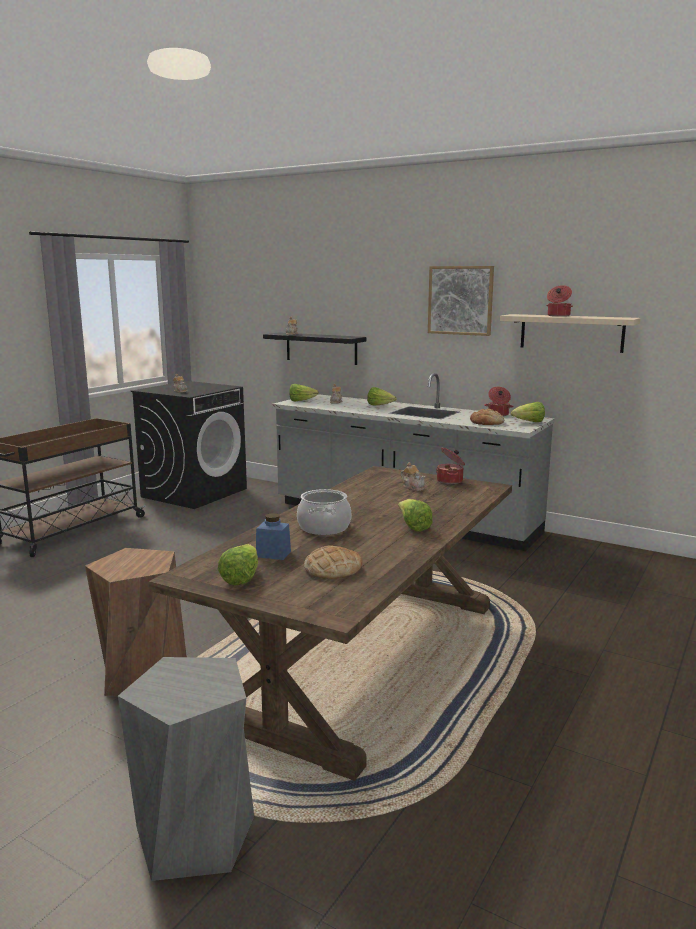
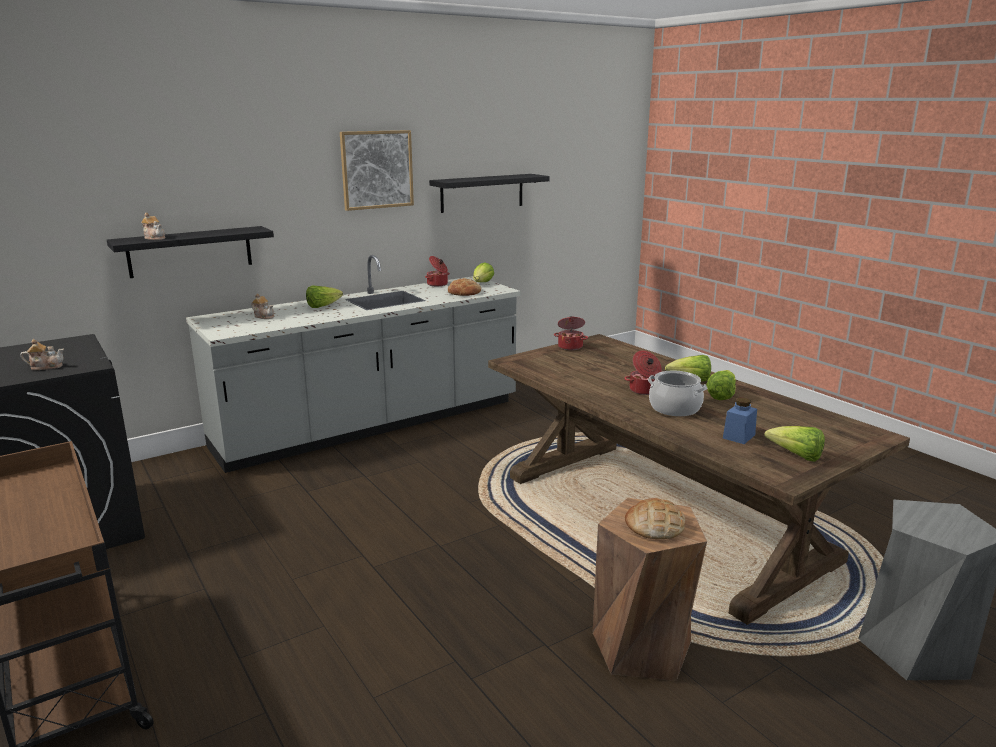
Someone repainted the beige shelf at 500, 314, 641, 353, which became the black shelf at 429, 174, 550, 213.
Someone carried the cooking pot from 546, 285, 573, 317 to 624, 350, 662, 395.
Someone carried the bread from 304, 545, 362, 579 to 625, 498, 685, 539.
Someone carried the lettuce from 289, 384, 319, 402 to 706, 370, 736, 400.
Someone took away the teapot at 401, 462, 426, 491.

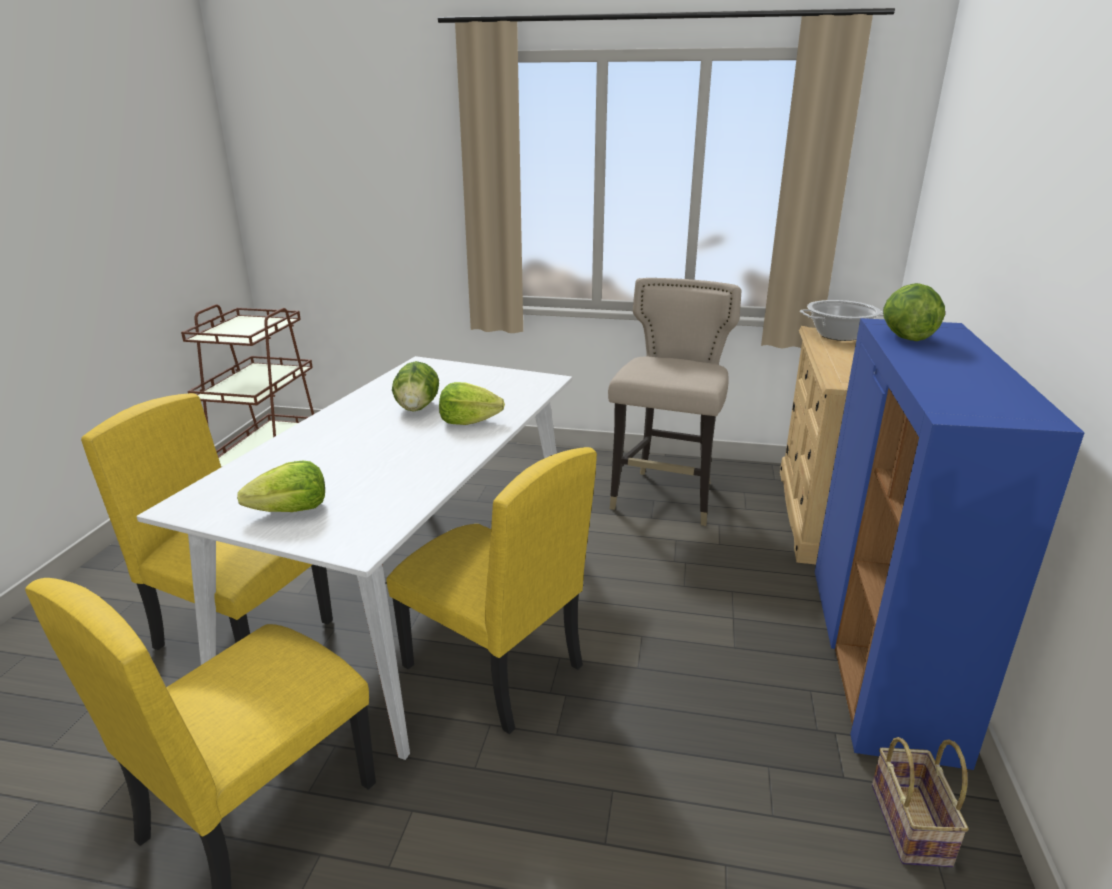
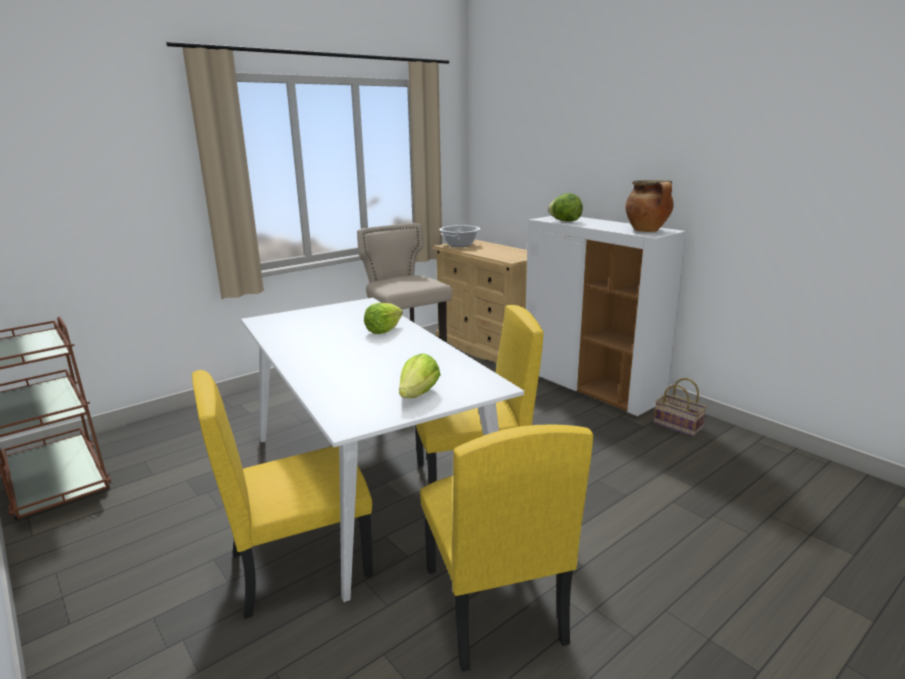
Someone repainted the blue cabinet at 815, 318, 1085, 770, which became the white cabinet at 526, 216, 686, 417.
Someone put down the cooking pot at 625, 180, 674, 232.
Someone took away the lettuce at 392, 361, 439, 411.

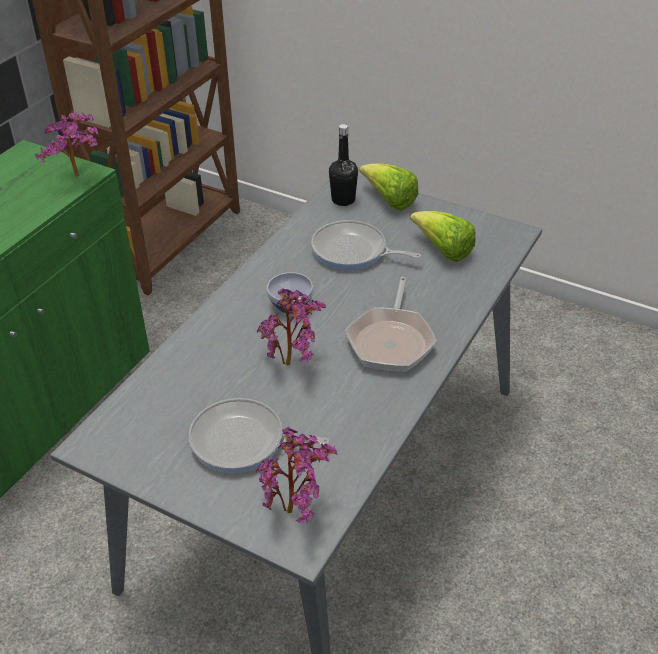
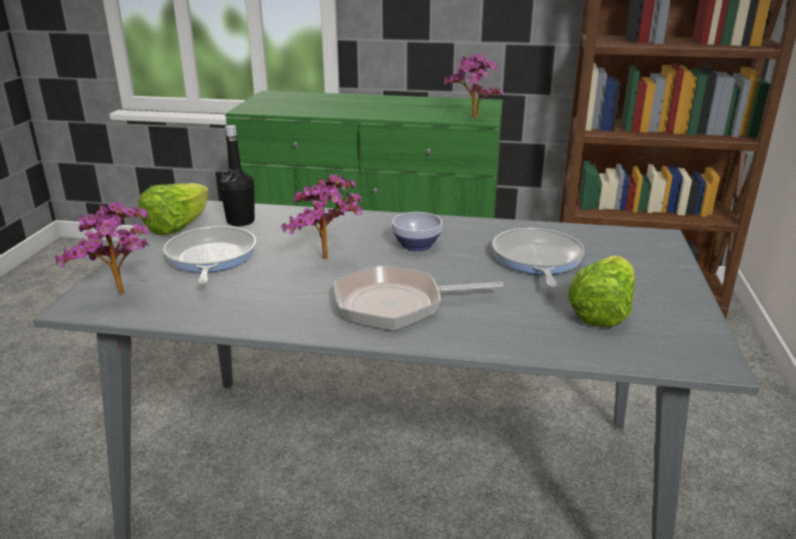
Someone carried the lettuce from 359, 163, 418, 211 to 138, 183, 209, 235.
Someone carried the black bottle from 329, 124, 358, 206 to 219, 125, 255, 226.

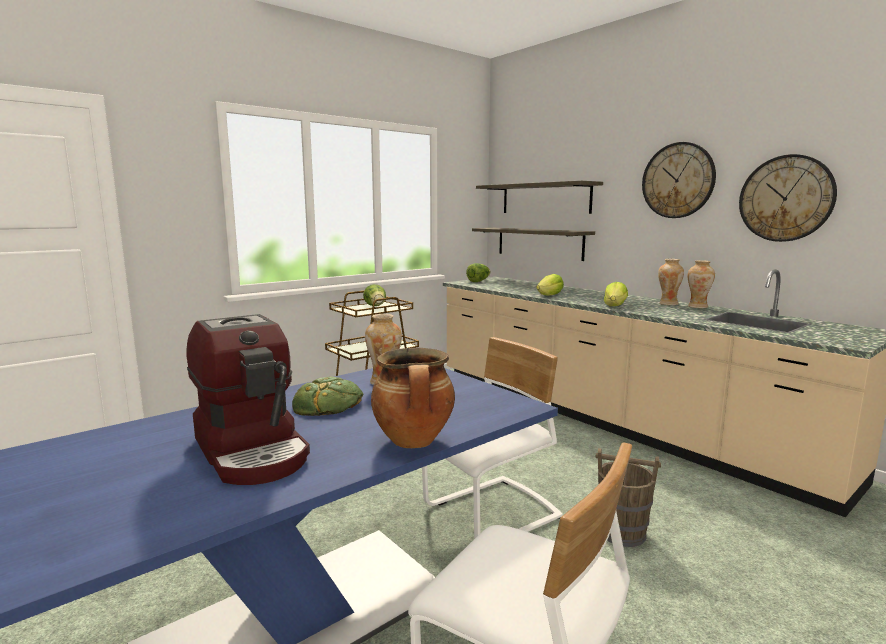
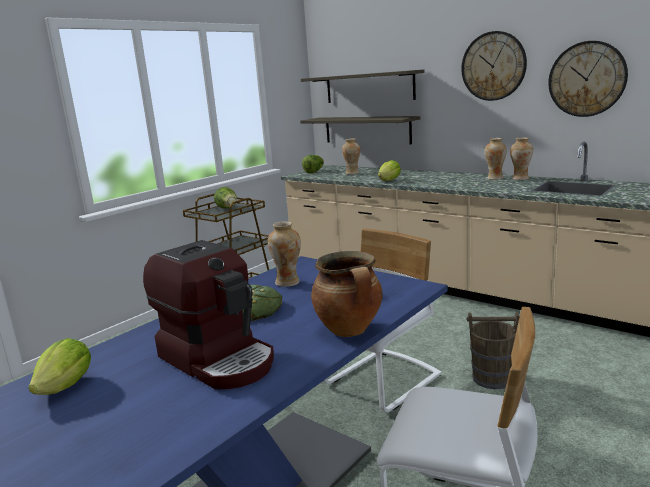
Someone carried the lettuce from 604, 282, 628, 306 to 28, 338, 91, 395.
Someone put down the vase at 342, 138, 360, 175.

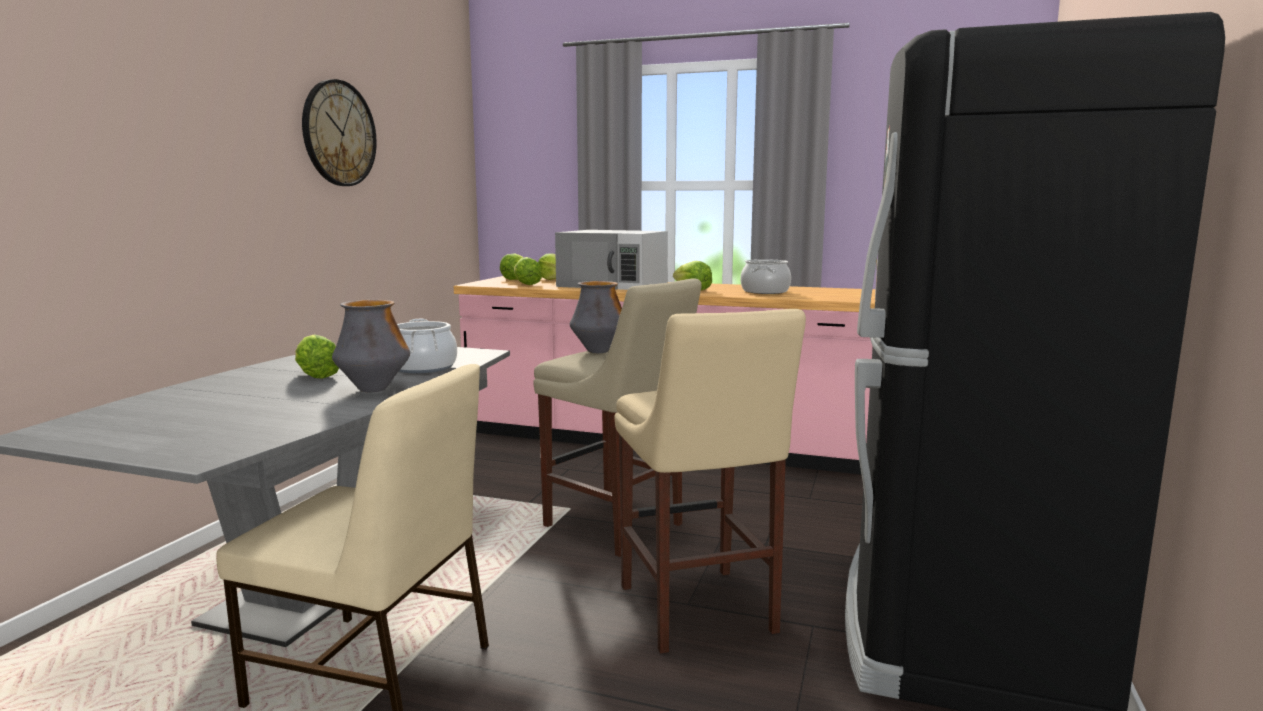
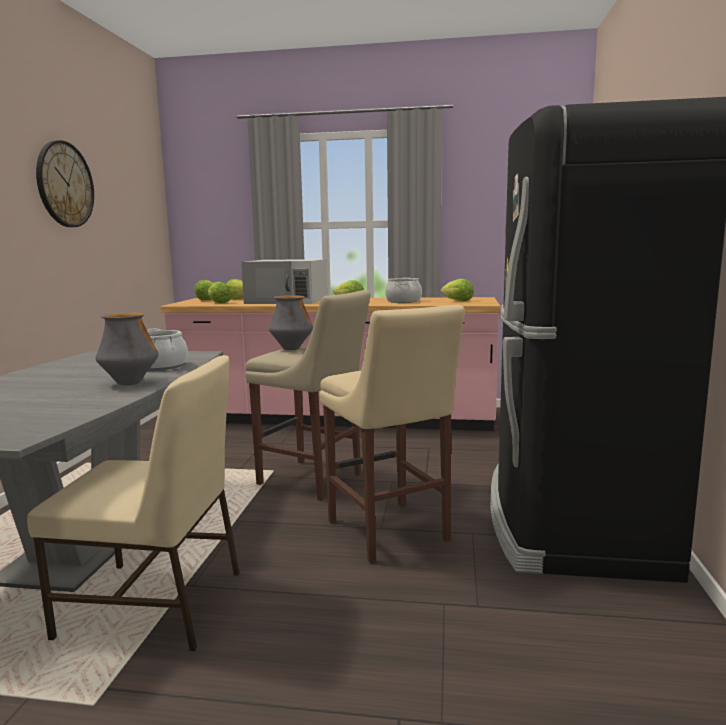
Someone carried the lettuce from 295, 334, 339, 379 to 441, 279, 474, 301.

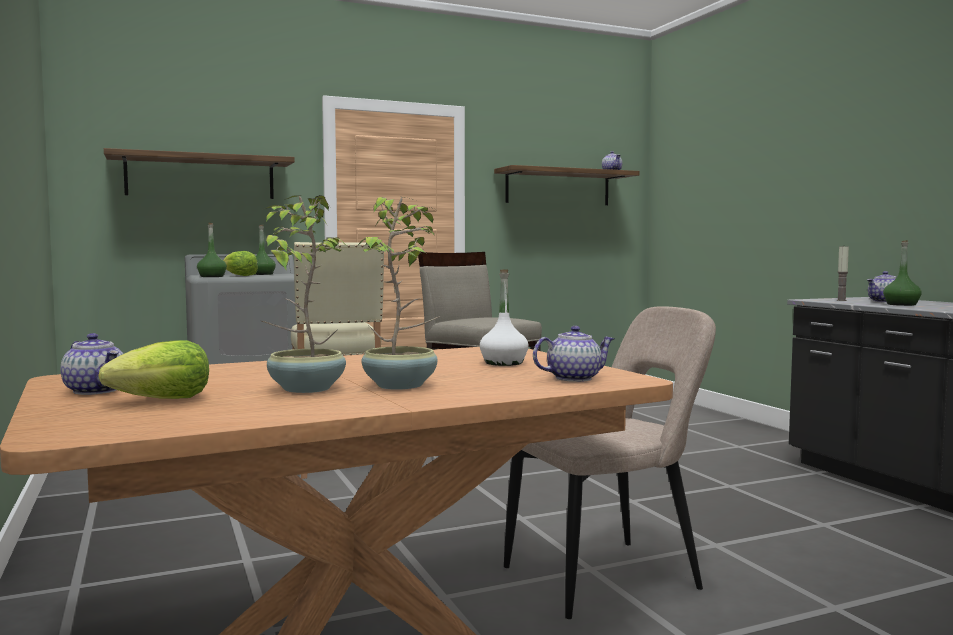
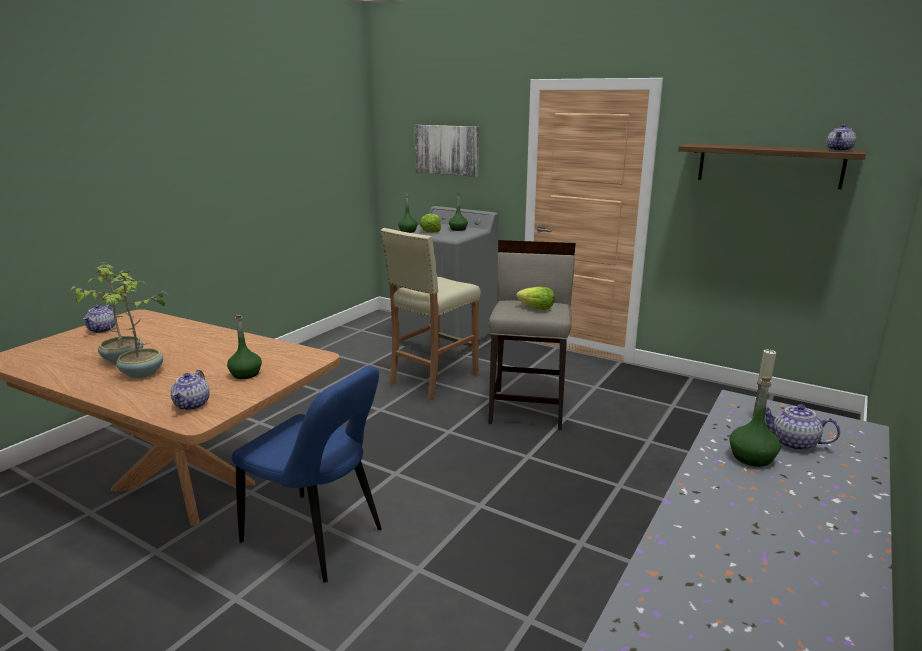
Someone rotated the teapot at 533, 326, 615, 382 by 60 degrees clockwise.
Someone repainted the white bottle at 480, 269, 529, 366, which became the green bottle at 227, 315, 262, 379.
Someone repainted the beige chair at 504, 306, 716, 619, which became the blue chair at 232, 365, 382, 583.
Someone swapped the shelf at 104, 148, 295, 199 for the picture at 414, 125, 479, 177.
Someone carried the lettuce from 98, 340, 209, 399 to 516, 287, 555, 310.

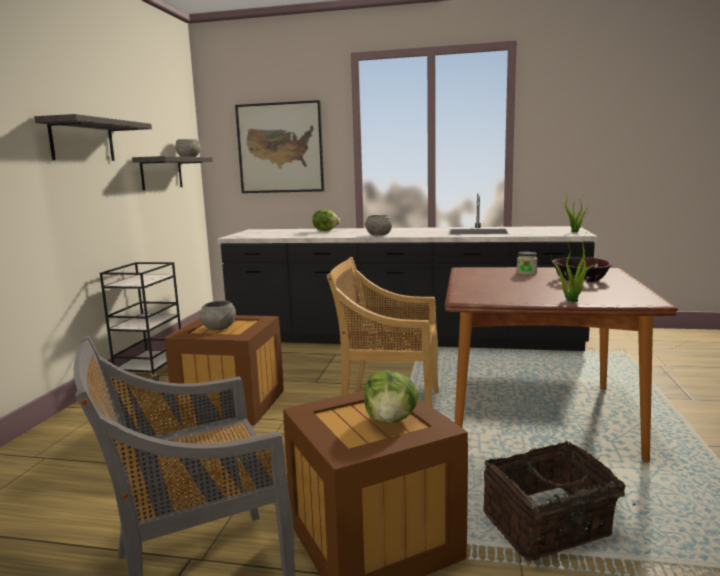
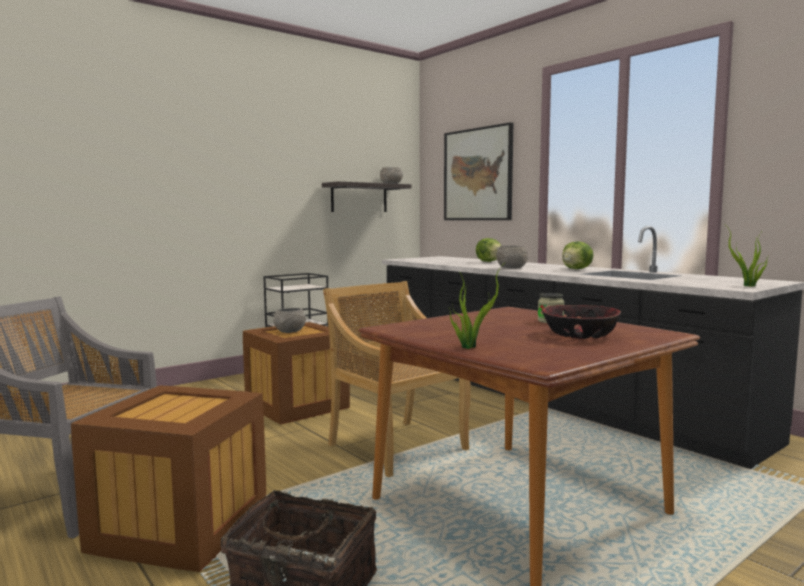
Someone carried the lettuce from 364, 370, 419, 424 to 562, 241, 594, 269.
Someone took away the shelf at 35, 114, 152, 161.

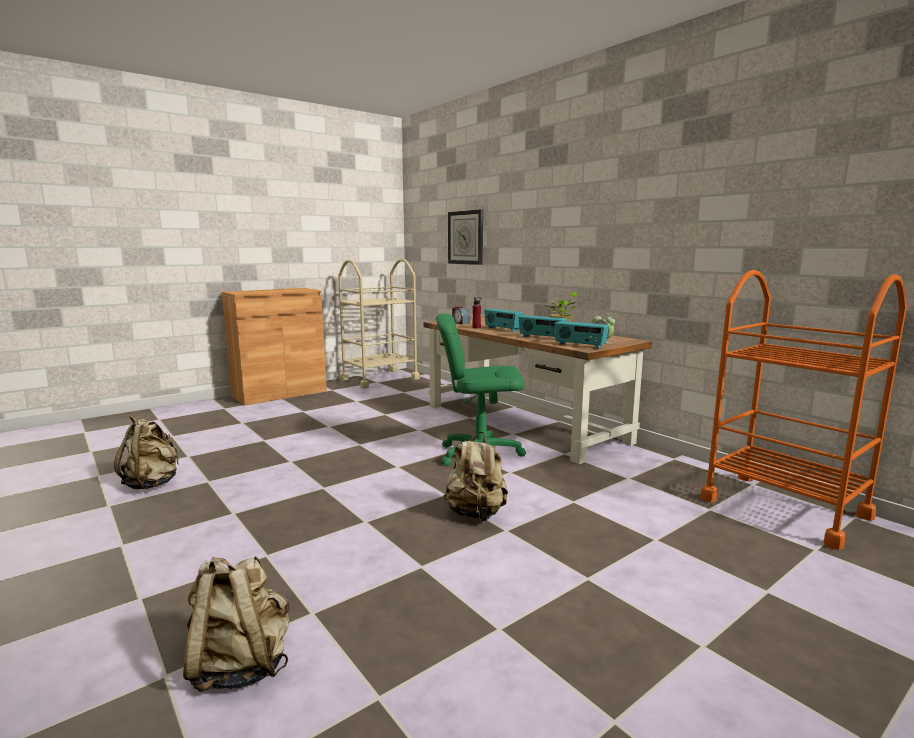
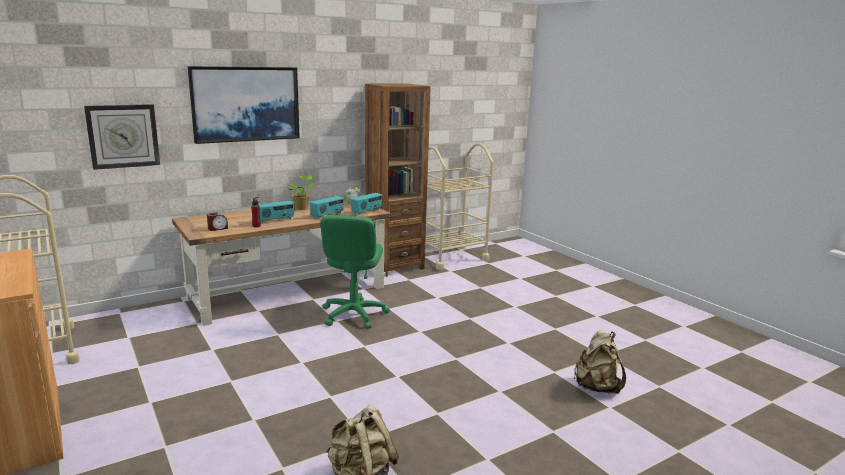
Someone put up the picture at 188, 66, 300, 144.
Someone put down the brown bookcase at 365, 83, 431, 277.
Someone repainted the orange cart at 700, 270, 907, 550, which became the beige cart at 425, 143, 493, 270.
Someone took away the beige backpack at 443, 432, 508, 521.

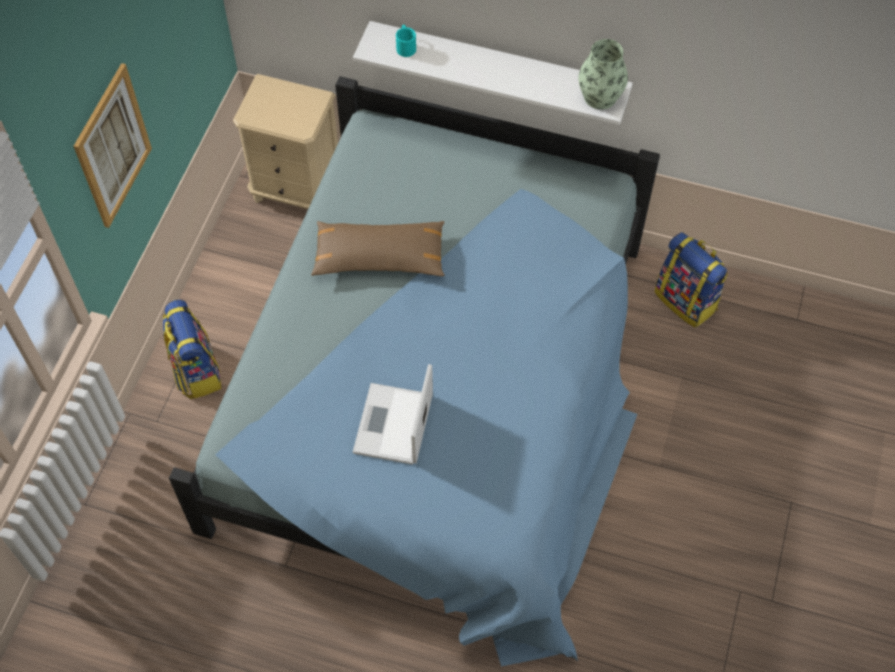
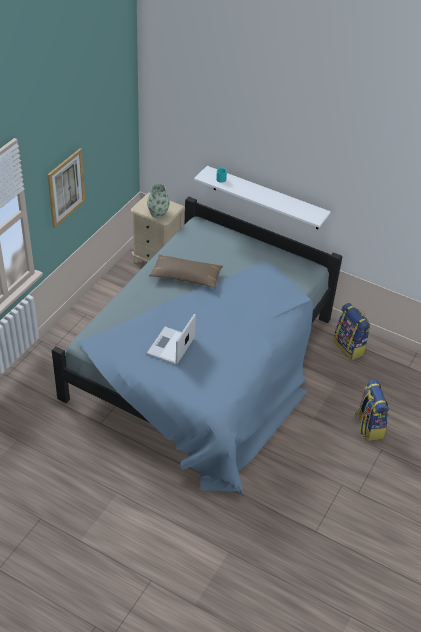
Someone carried the vase from 579, 39, 628, 109 to 147, 184, 170, 218.
Someone carried the backpack from 163, 299, 221, 399 to 354, 380, 389, 440.

